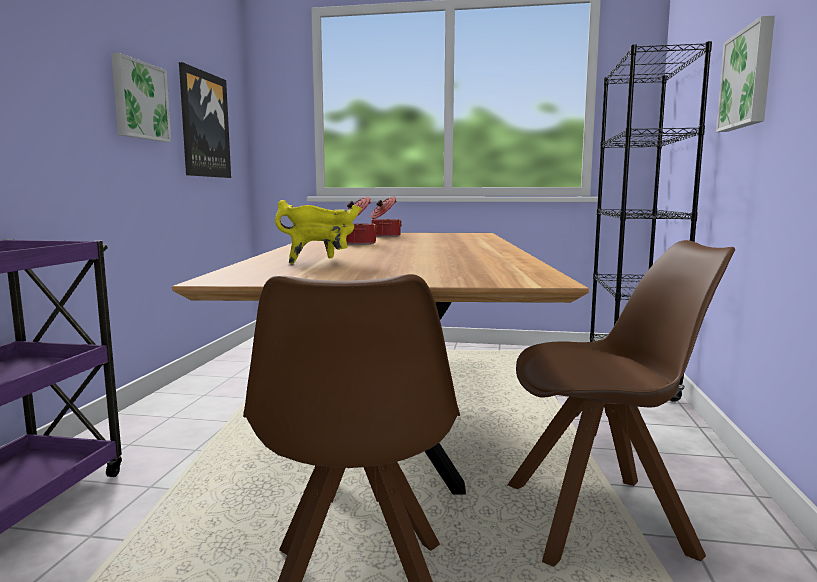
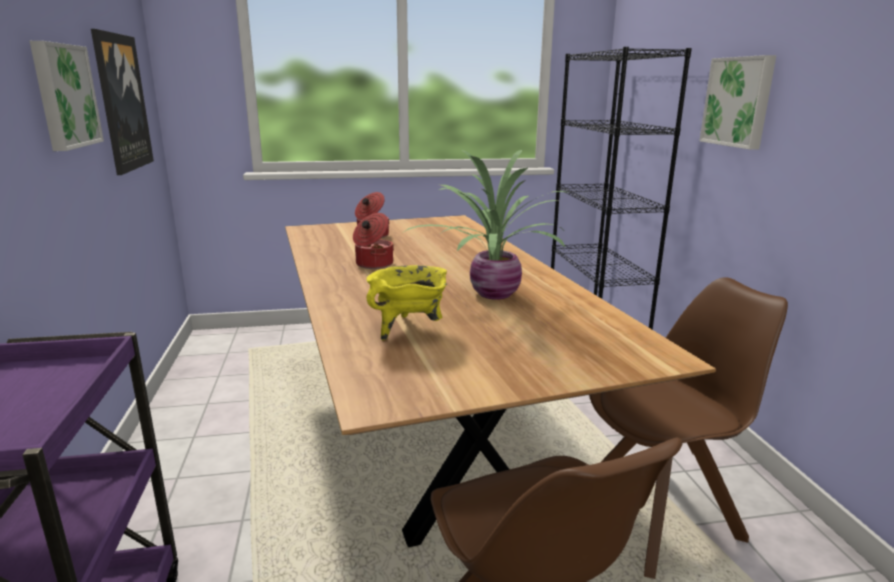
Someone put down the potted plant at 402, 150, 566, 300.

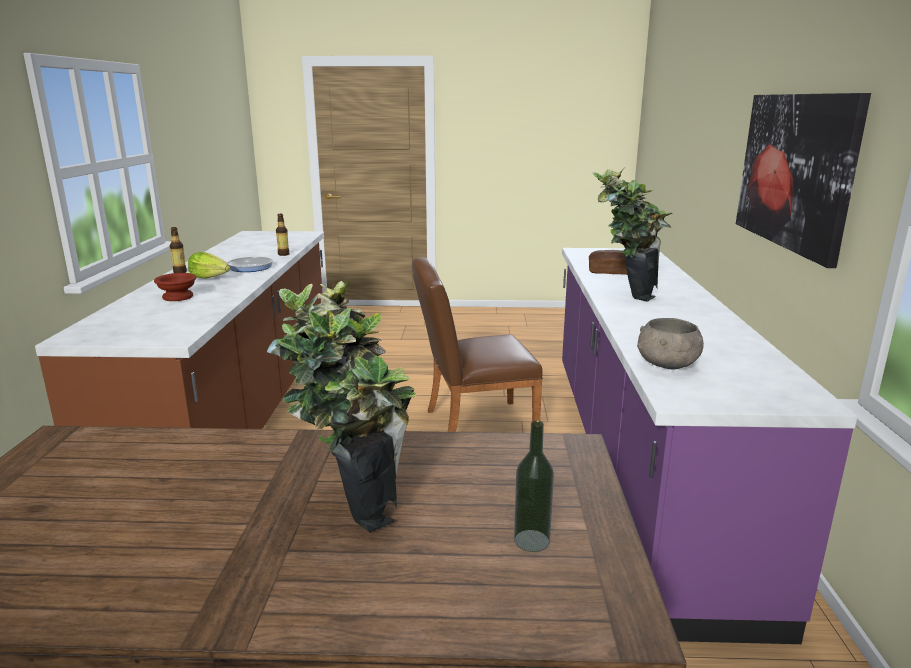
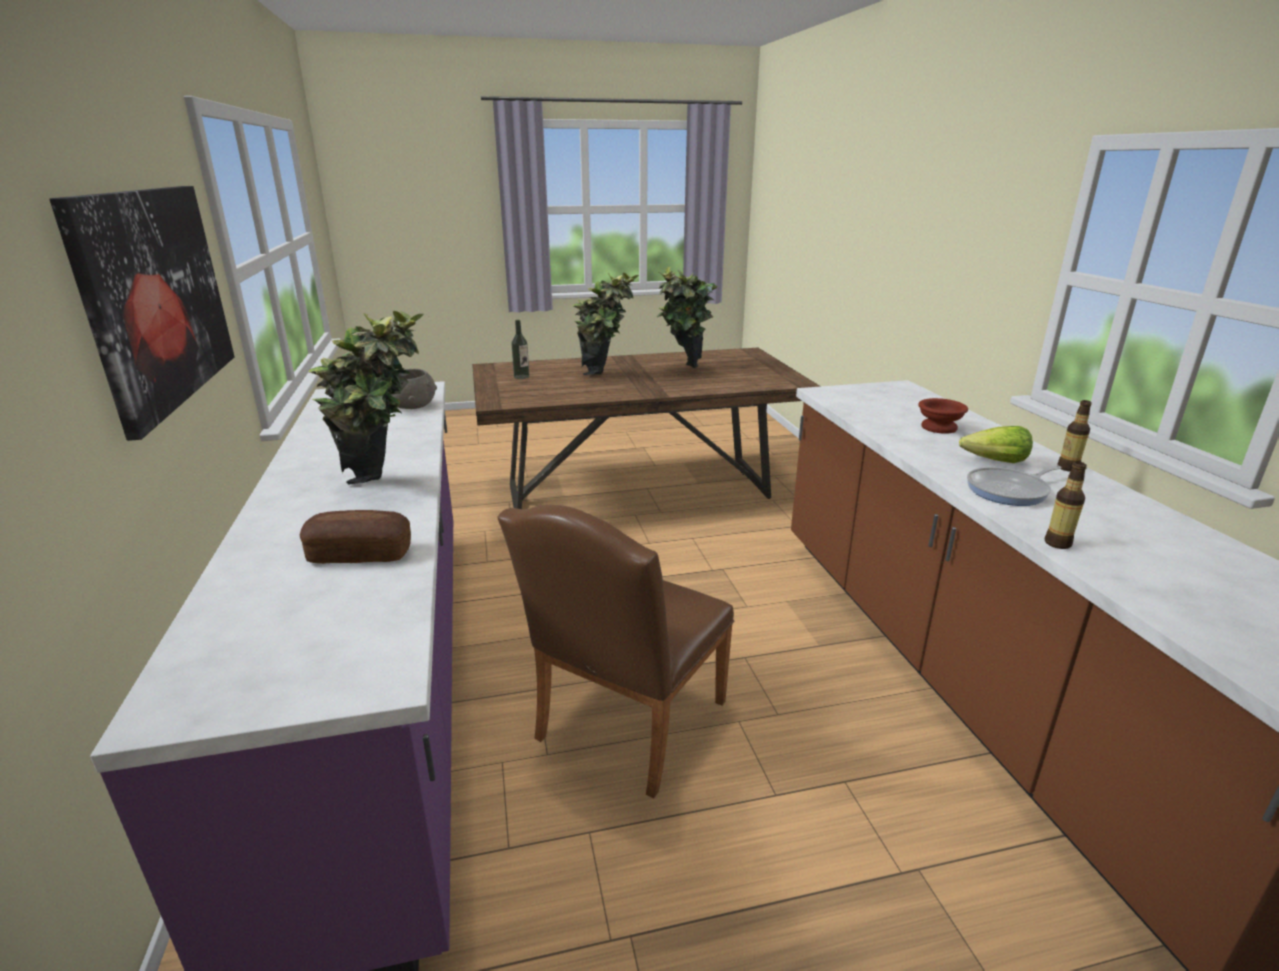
Someone rotated the brown chair at 412, 257, 543, 432 by 150 degrees clockwise.
Someone put down the potted plant at 657, 267, 718, 368.

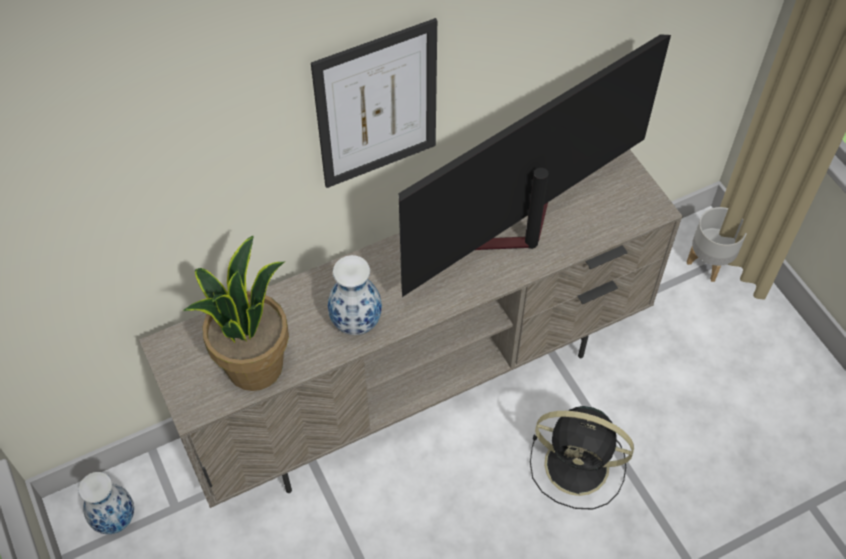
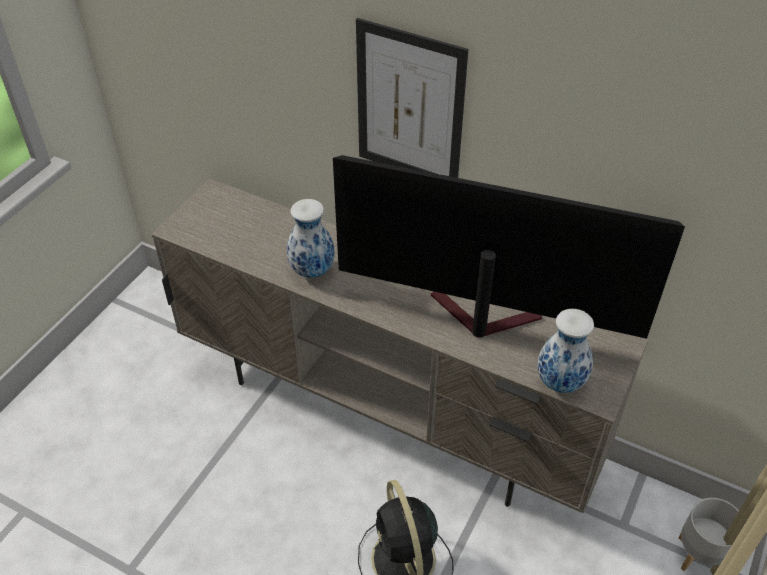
Someone carried the vase from 79, 472, 134, 534 to 537, 309, 594, 393.
Someone took away the potted plant at 183, 235, 289, 391.

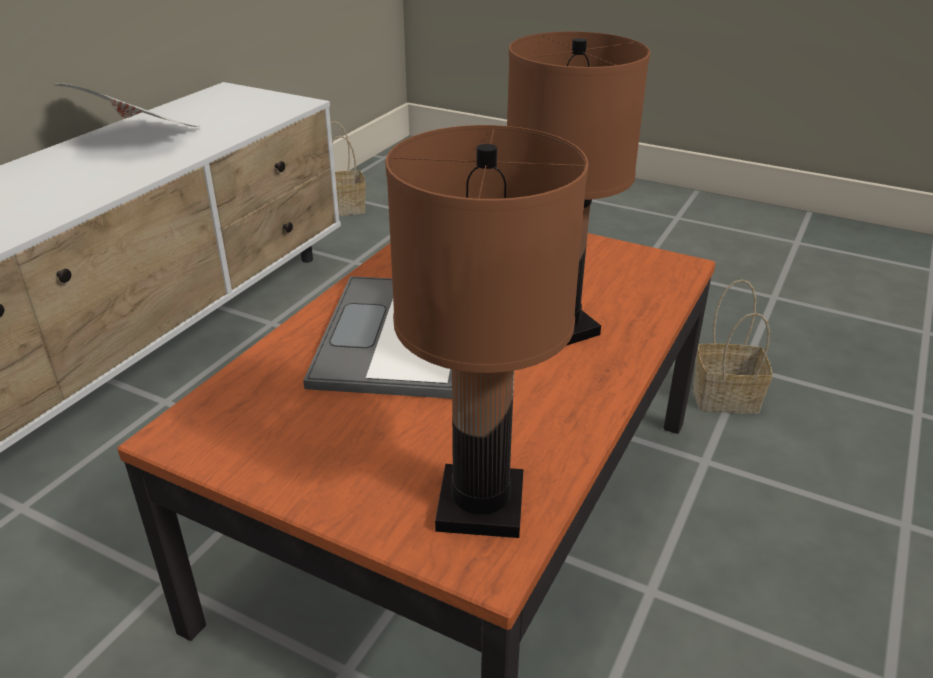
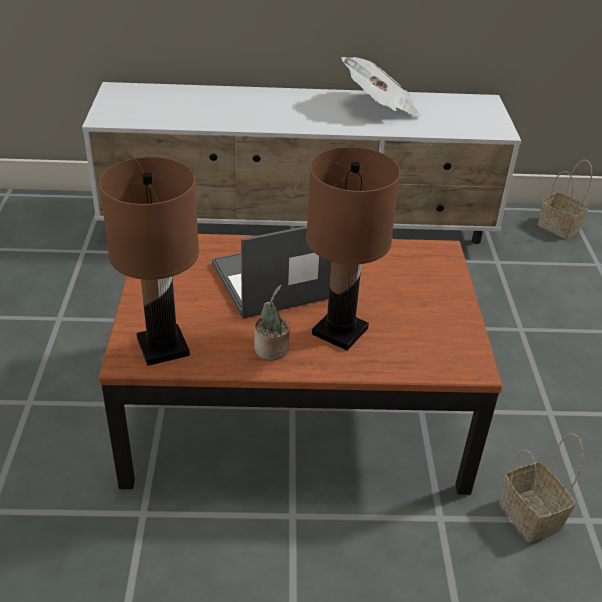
Someone put down the potted plant at 254, 284, 290, 360.

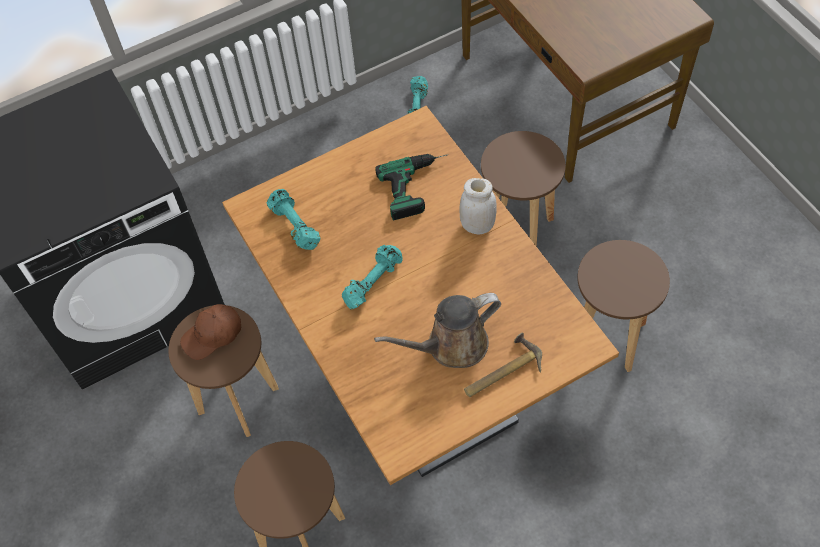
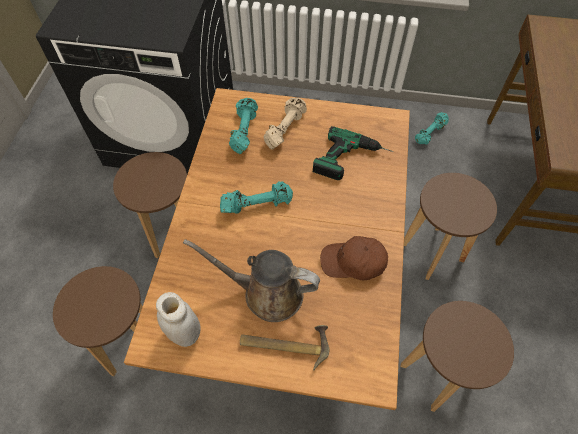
Someone carried the white jar from 459, 178, 497, 234 to 156, 292, 201, 347.
Someone put down the beige dumbbell at 264, 98, 307, 149.
Someone carried the brown cap from 180, 304, 241, 360 to 320, 236, 388, 280.

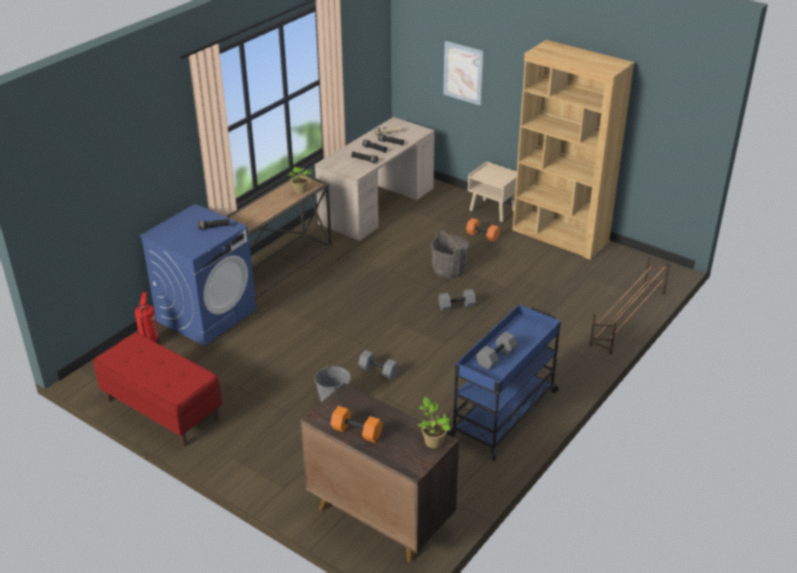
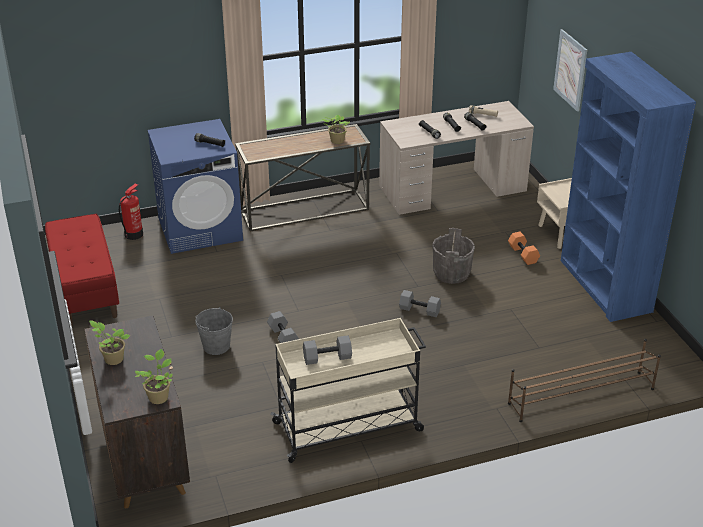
Someone swapped the orange dumbbell at 330, 406, 383, 443 for the potted plant at 89, 321, 130, 365.
Someone repainted the blue cart at 446, 304, 561, 461, which became the beige cart at 270, 318, 426, 463.
Someone repainted the brown bookcase at 513, 40, 634, 260, which became the blue bookcase at 561, 52, 696, 322.

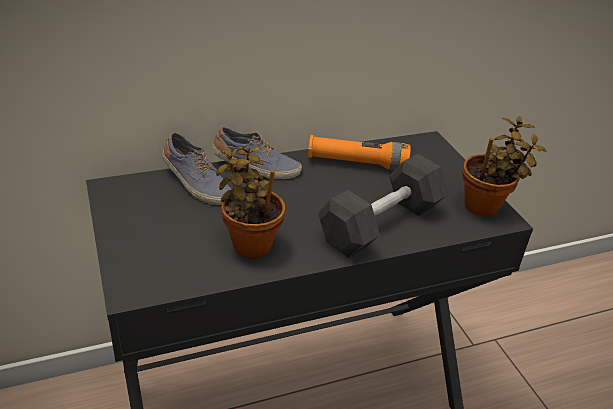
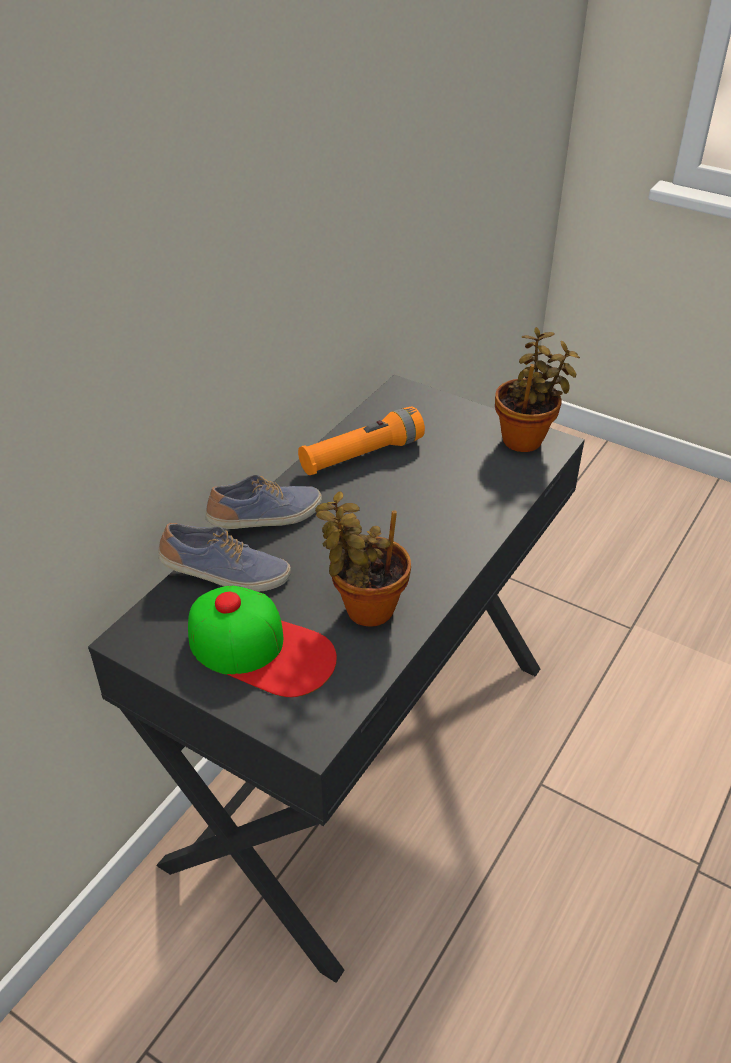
Someone put down the cap at 188, 586, 337, 697.
Someone took away the black dumbbell at 318, 154, 448, 258.

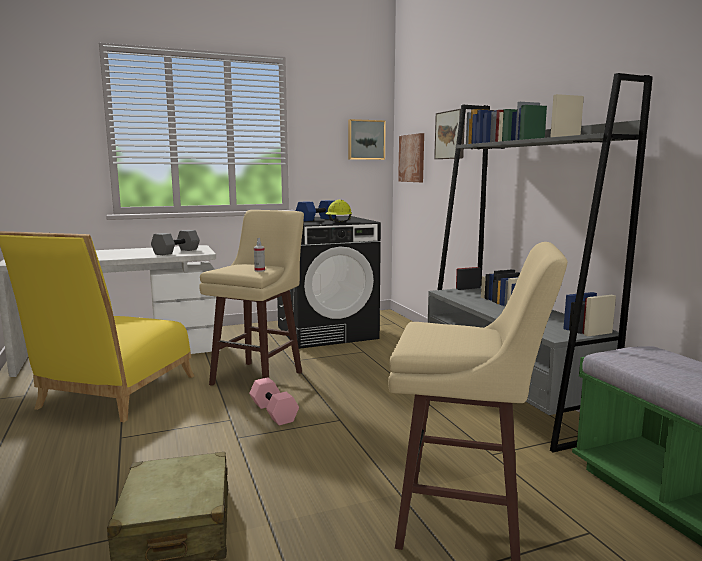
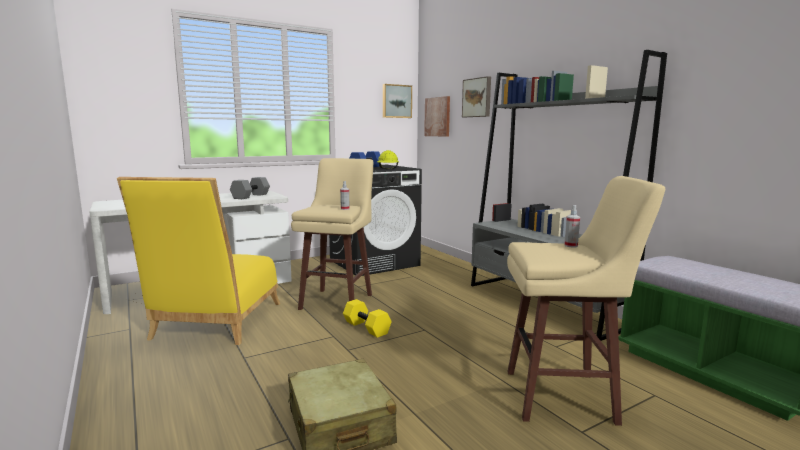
Someone repainted the pink dumbbell at 249, 377, 299, 425, which became the yellow dumbbell at 343, 299, 392, 338.
Someone put down the spray bottle at 564, 205, 580, 247.

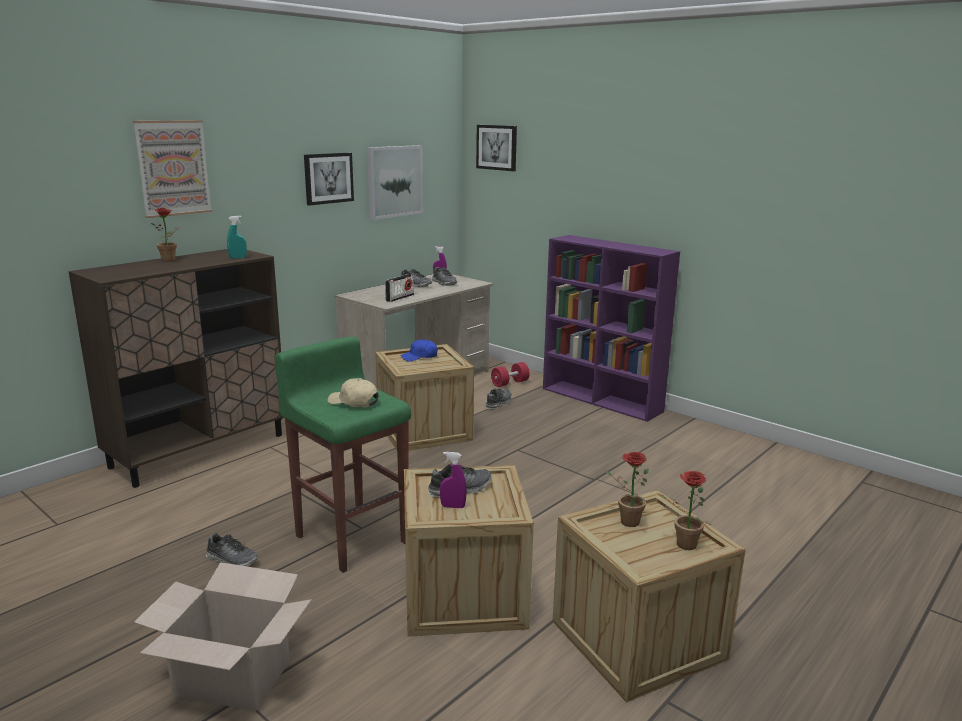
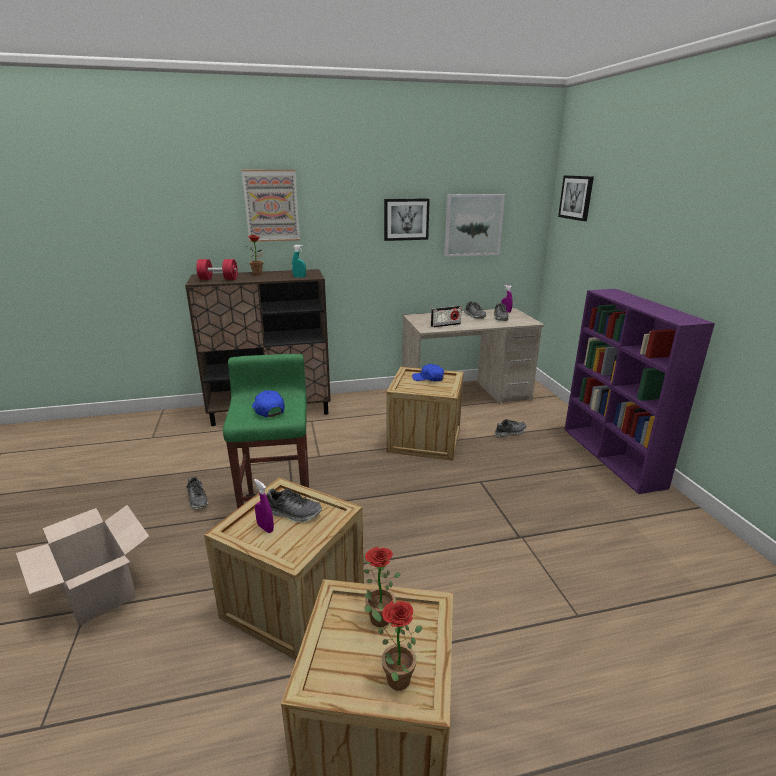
Someone carried the red dumbbell from 491, 362, 530, 387 to 196, 259, 238, 280.
Someone repainted the beige cap at 327, 378, 379, 407, which became the blue cap at 252, 390, 285, 418.

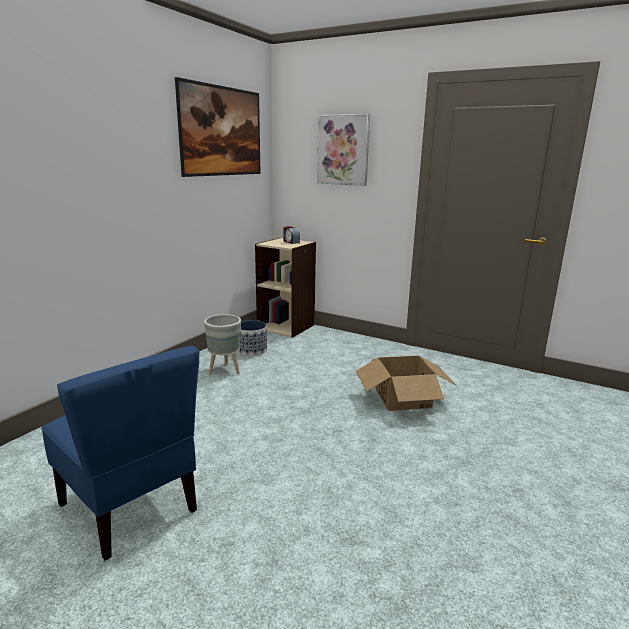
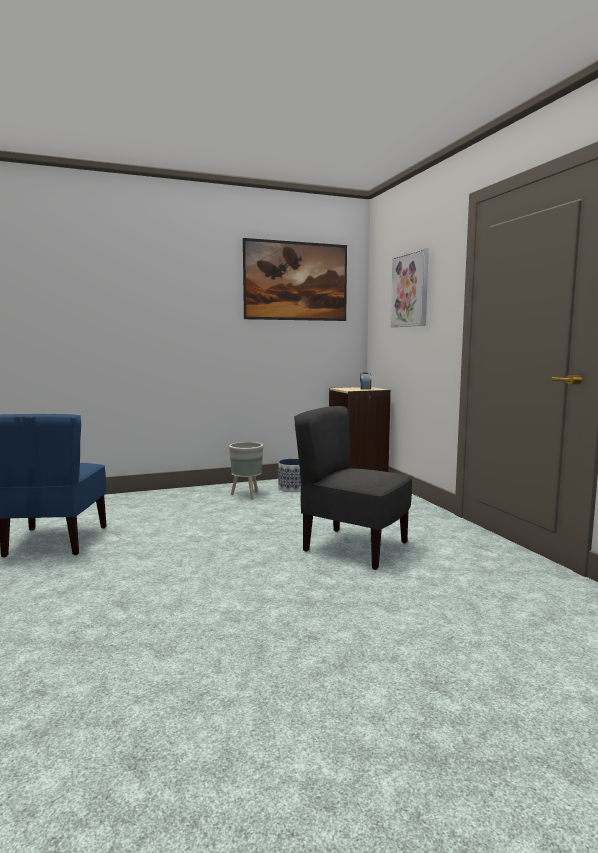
Someone swapped the cardboard box at 356, 356, 457, 411 for the grey chair at 294, 406, 412, 570.

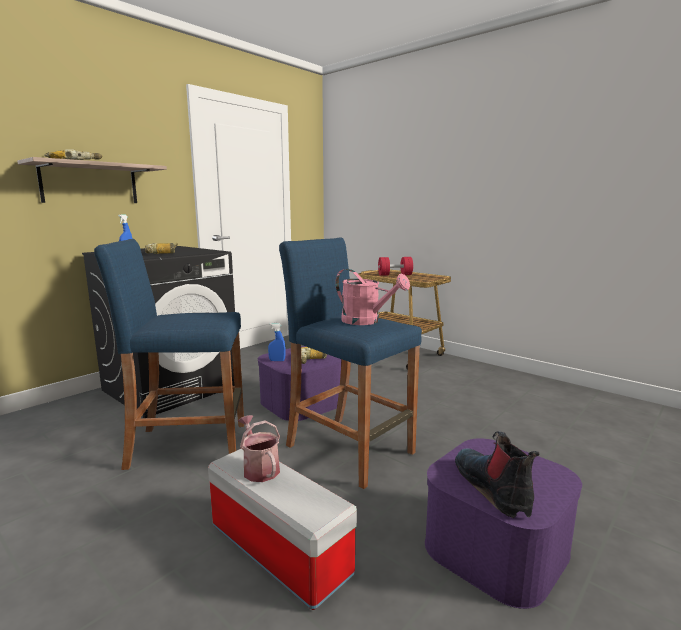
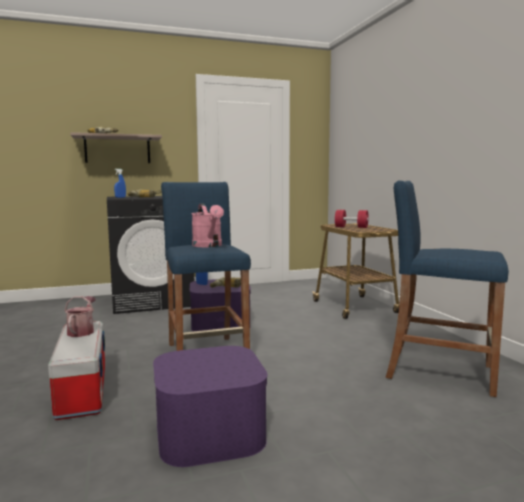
Someone carried the blue stool from 94, 239, 244, 470 to 385, 180, 509, 397.
Someone took away the boot at 455, 431, 540, 518.

